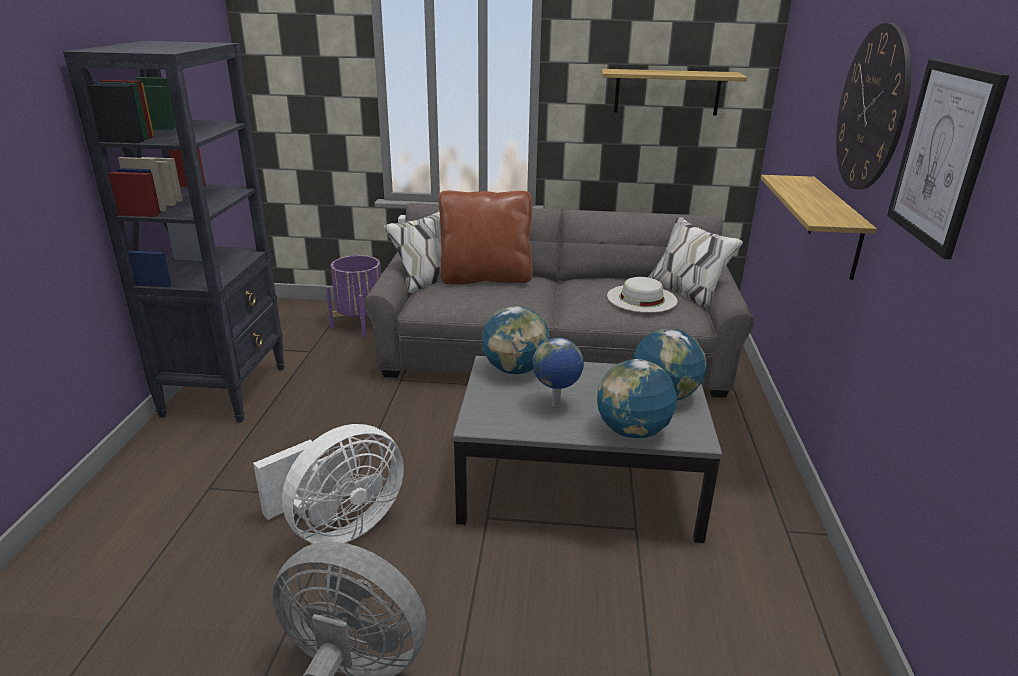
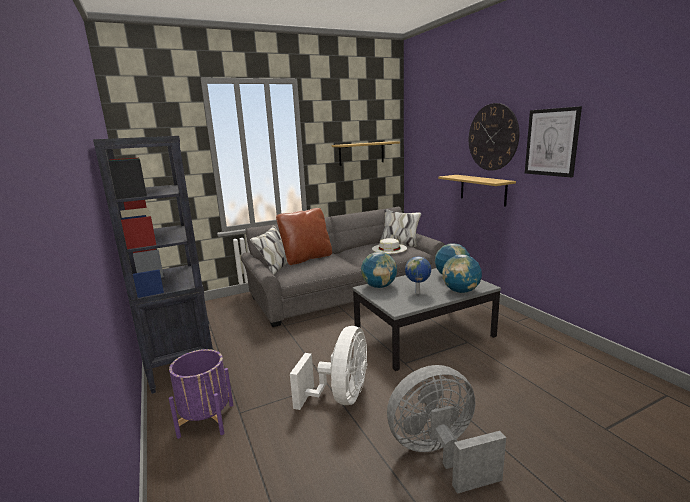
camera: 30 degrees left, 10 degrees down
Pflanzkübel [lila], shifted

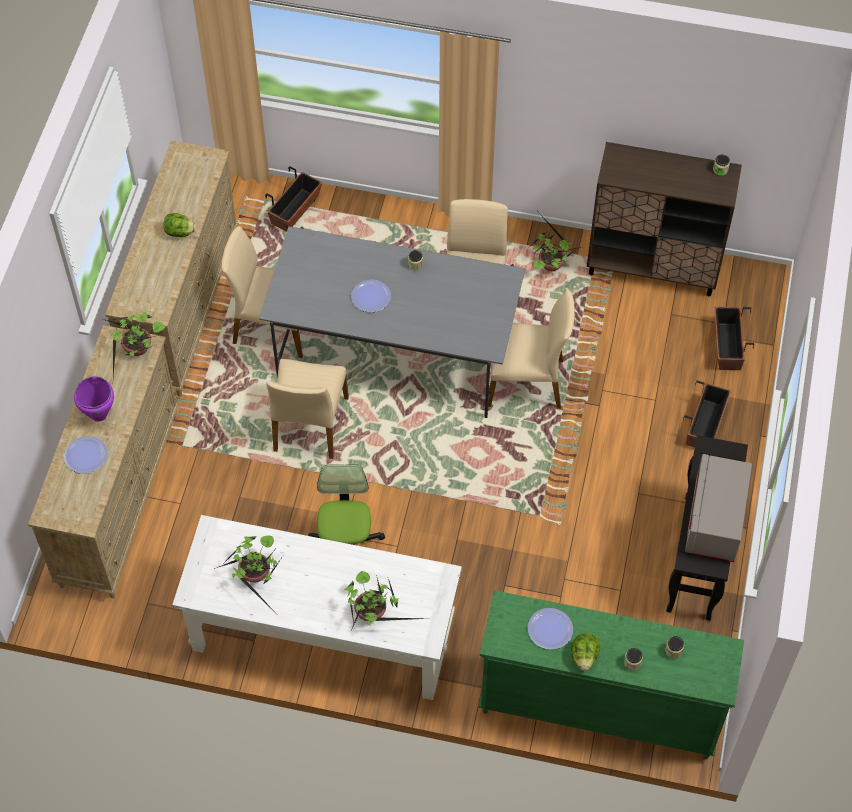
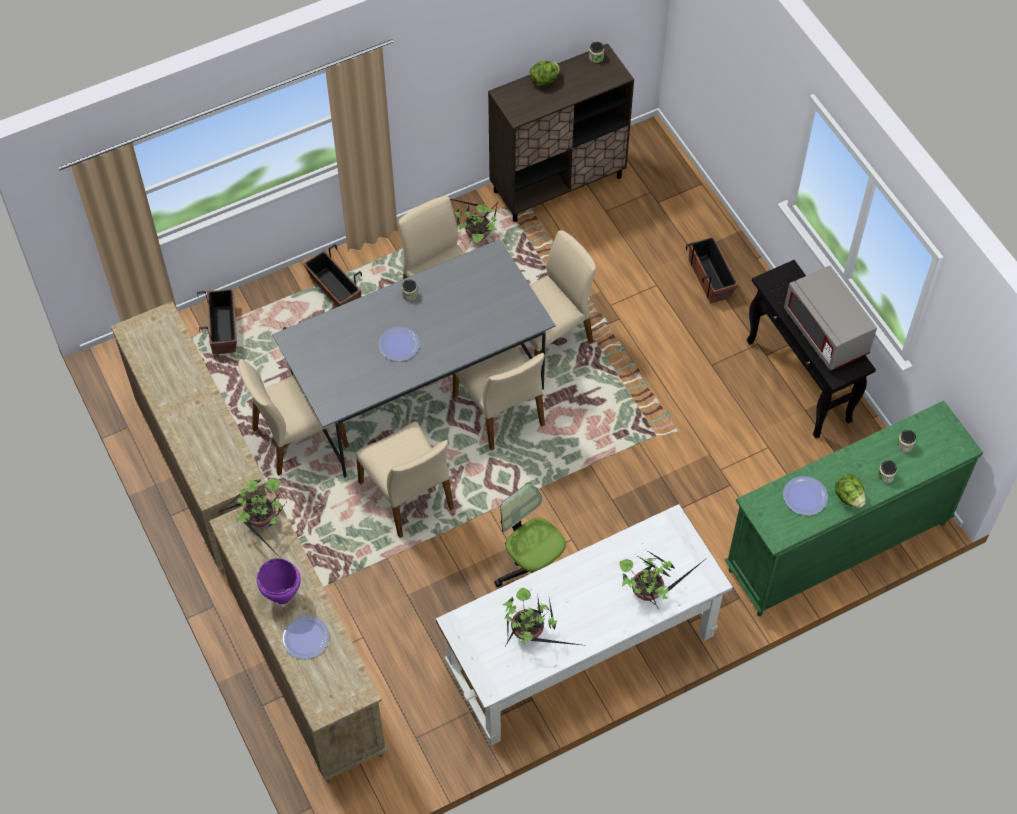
camera: 40 degrees left, 0 degrees up
nothing => Stuhl [beige] (no. 4 from left)
Salatkopf (no. 1 from left), shifted
Pflanzkübel (no. 3 from left in the first image) => Pflanzkübel (no. 2 from left), shifted

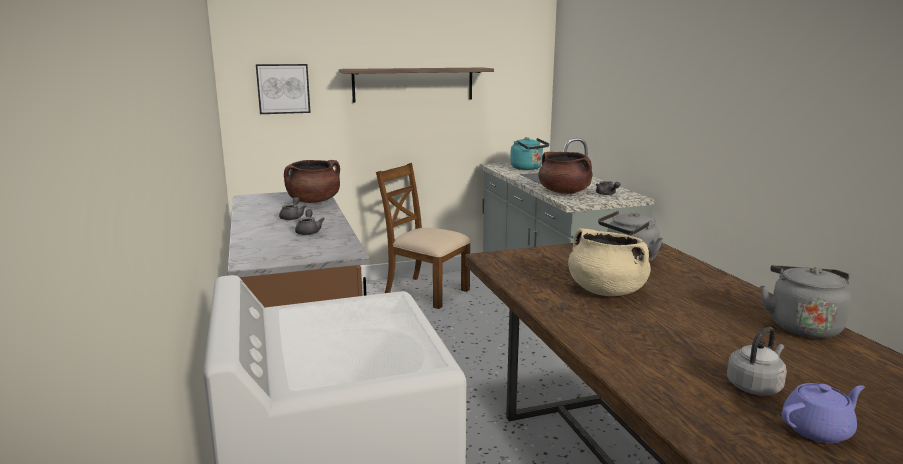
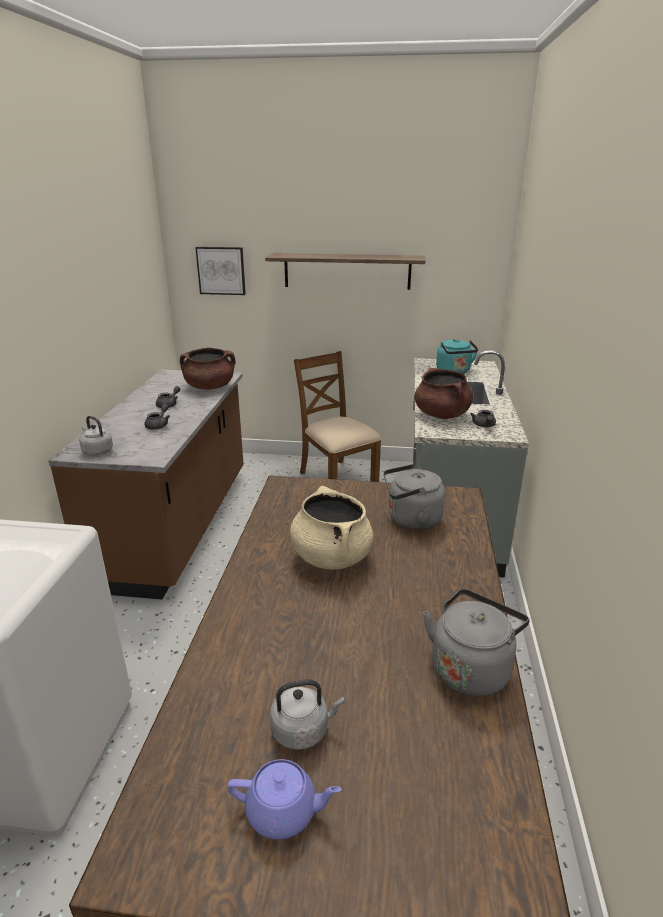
camera: 25 degrees right, 10 degrees up
nothing => Wasserkessel [grau] (no. 1 from left)

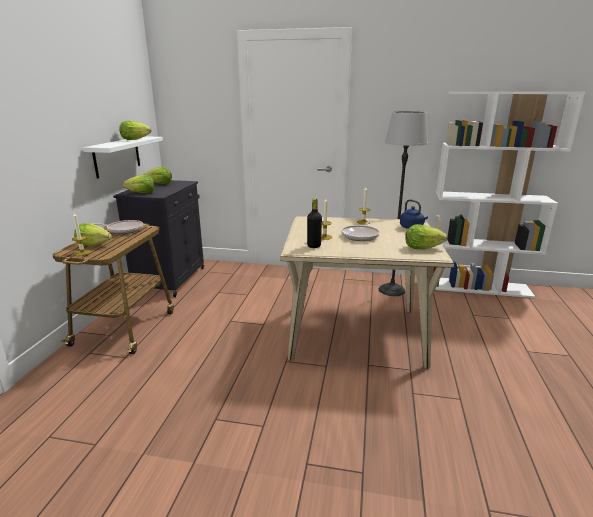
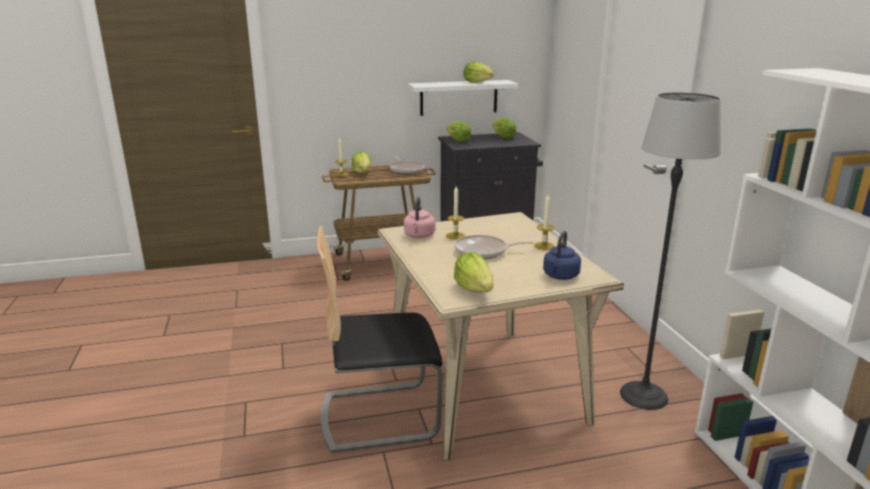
camera: 65 degrees right, 0 degrees up
nothing => Stuhl
Flasche [schwarz] => Wasserkessel [rosa]

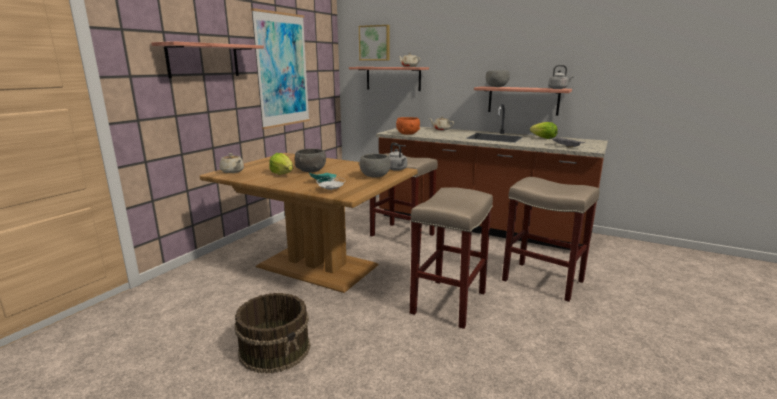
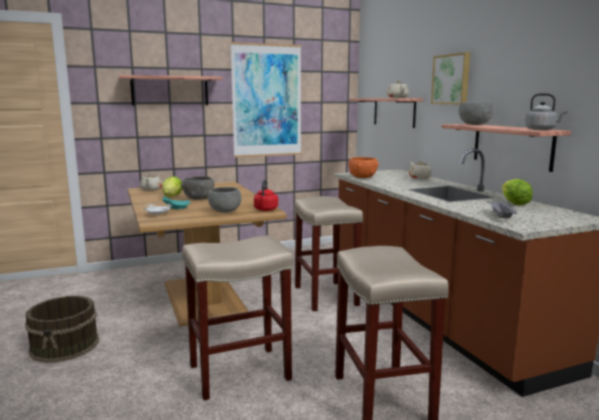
camera: 40 degrees right, 5 degrees down
Bild (no. 2 from left), shifted
Wasserkessel [grau] (no. 1 from left) => Wasserkessel [rot]

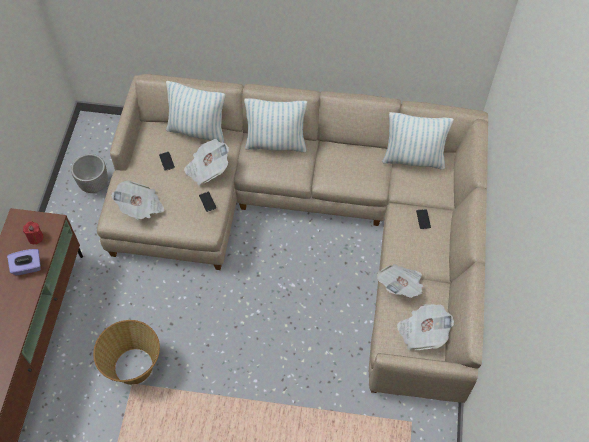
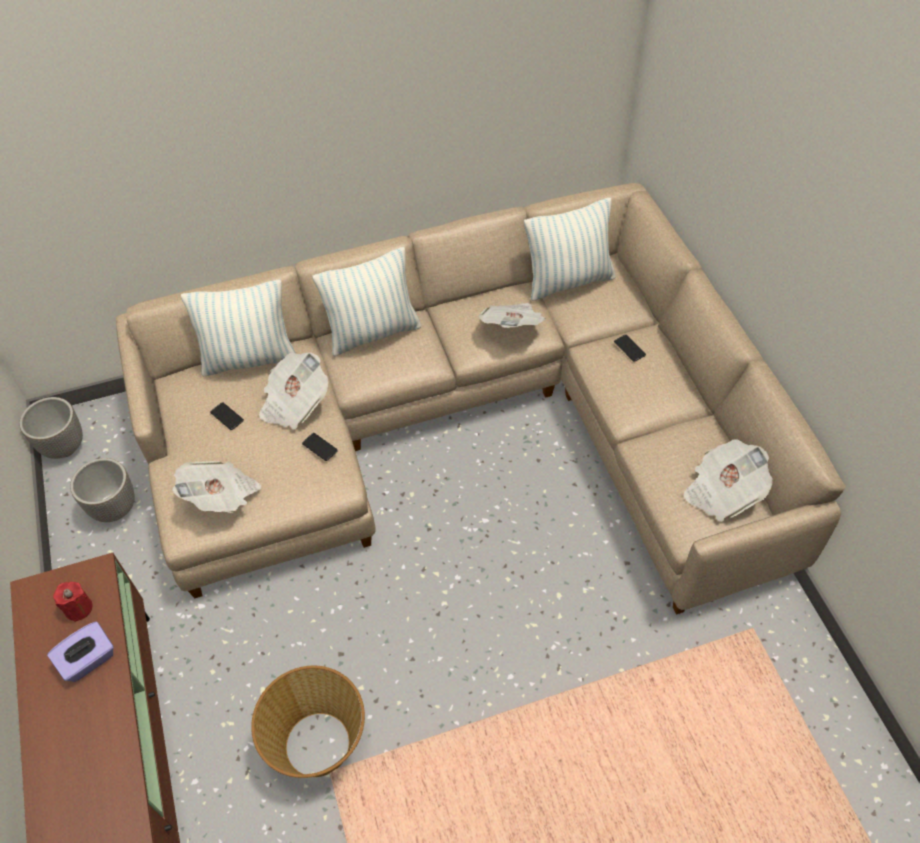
camera: 25 degrees left, 5 degrees down
nothing => Pflanzkübel (no. 1 from left)
Zeitung (no. 3 from left), shifted

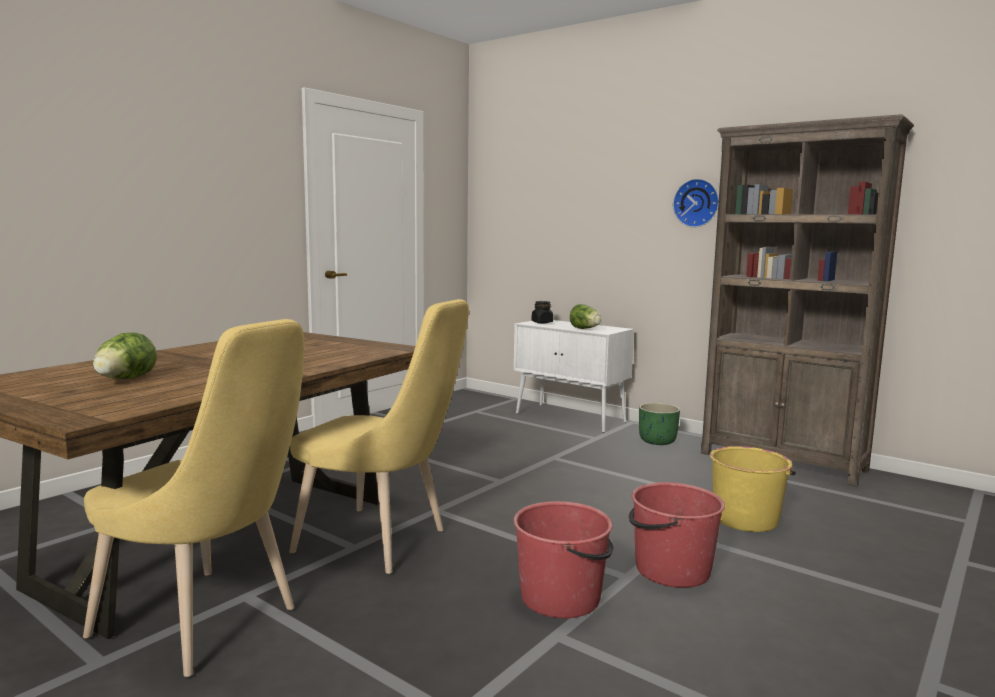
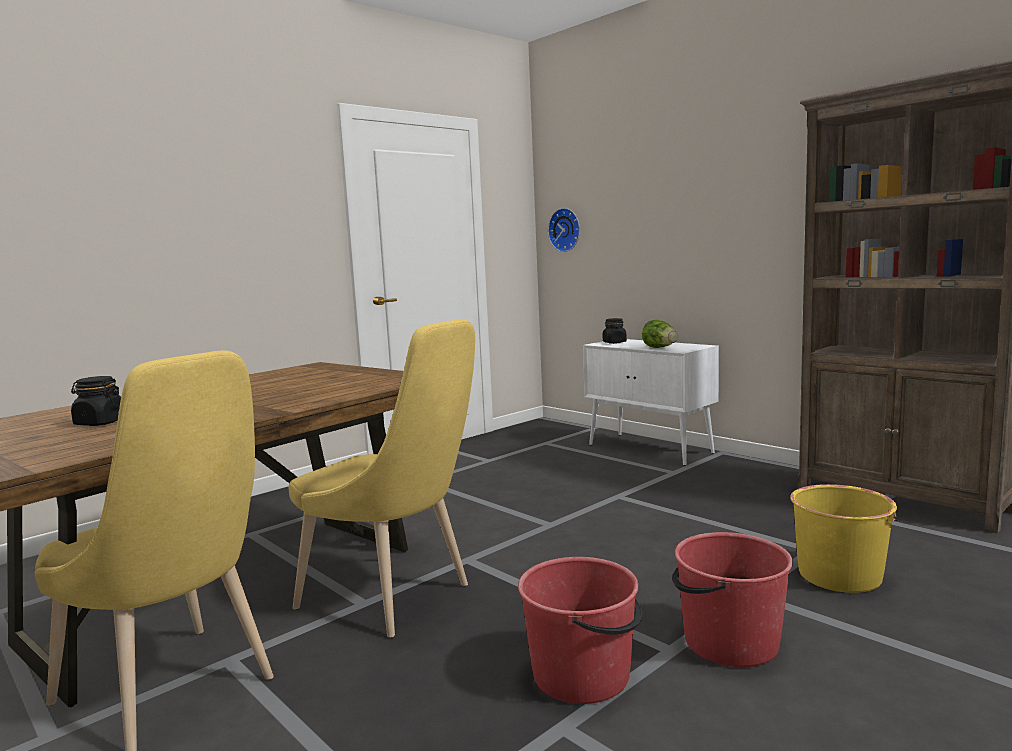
camera: 10 degrees right, 0 degrees up
Pflanzkübel [grün] => nothing
Wanduhr, shifted
Salatkopf (no. 1 from left) => Vorratsglas [schwarz] (no. 1 from left)

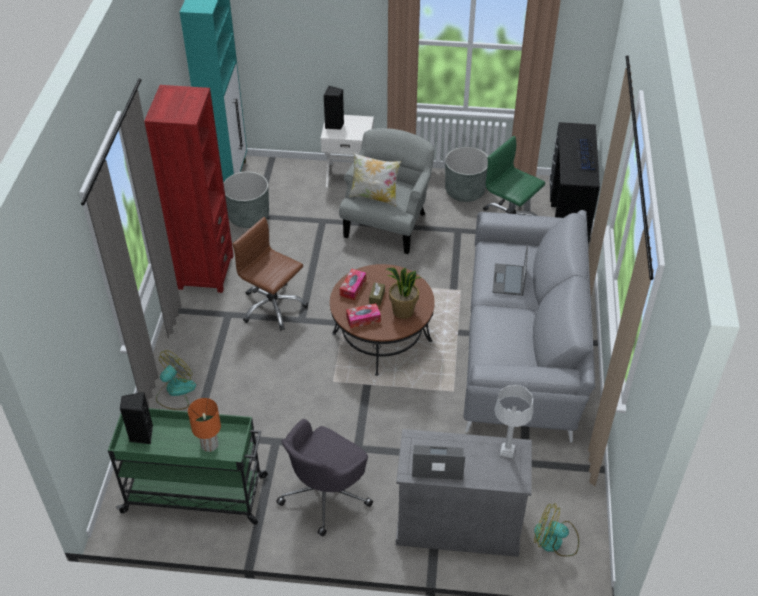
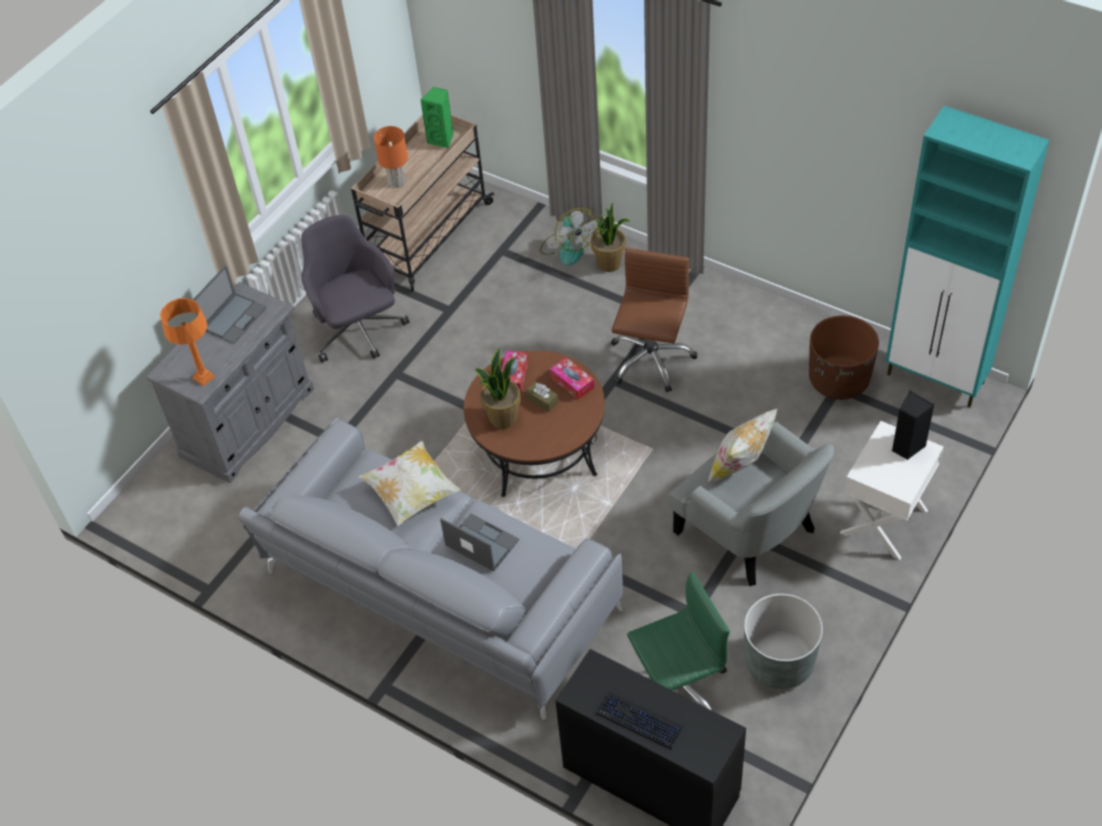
camera: 120 degrees right, 5 degrees up
Bücherregal [rot] => nothing
Ventilator (no. 2 from left) => nothing
nothing => Kissen (no. 1 from left)
nothing => Topfpflanze (no. 2 from left)
Rollwagen [grün] => Rollwagen [beige]
Lautsprecher [schwarz] (no. 1 from left) => Lautsprecher [grün]
Pflanzkübel [grau] (no. 1 from left) => Pflanzkübel [braun]
Tischlampe [grau] => Tischlampe [orange] (no. 1 from left)
Bürostuhl [braun], 45 degrees counterclockwise

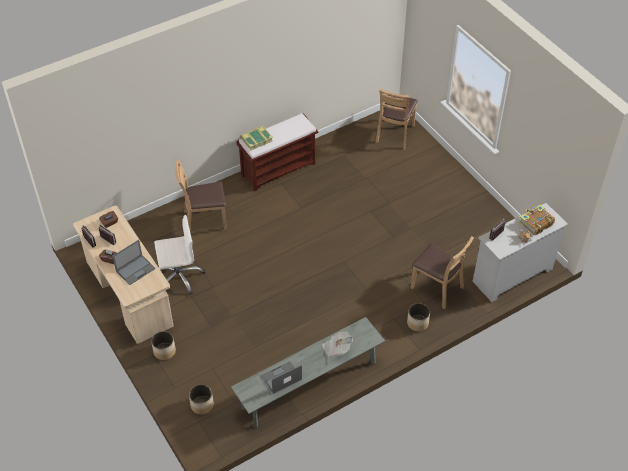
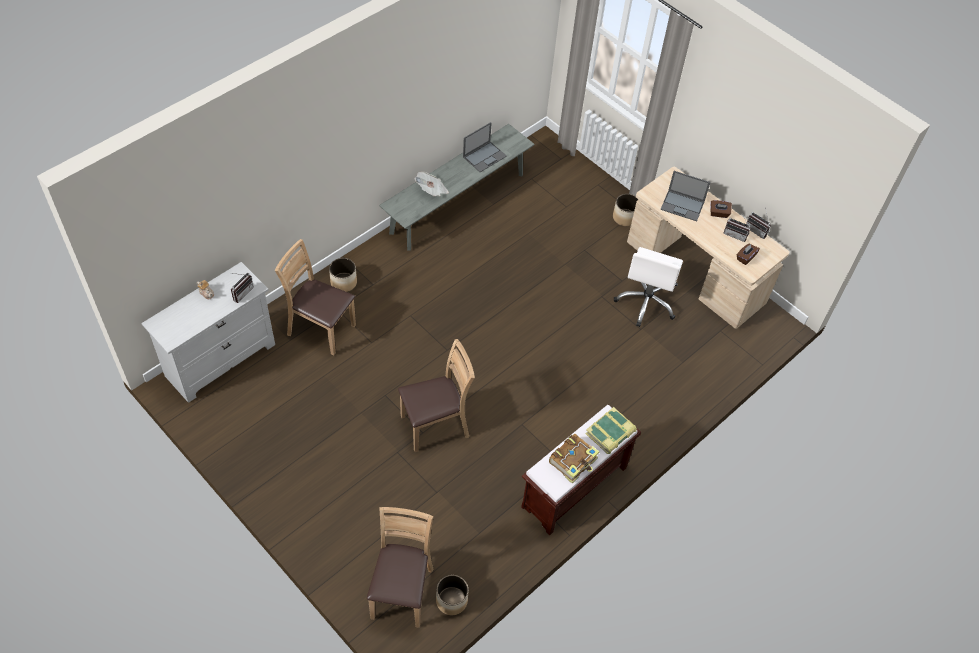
camera: 165 degrees right, 5 degrees up
Stuhl [braun] (no. 1 from left in the first image) => Stuhl [braun] (no. 3 from left), shifted
Pflanzkübel (no. 2 from left), shifted
Buch (no. 2 from left in the first image) => Buch (no. 1 from left), shifted
Laptop (no. 1 from left in the first image) => Laptop (no. 2 from left), 105 degrees counterclockwise
Bürostuhl [weiß], 45 degrees counterclockwise

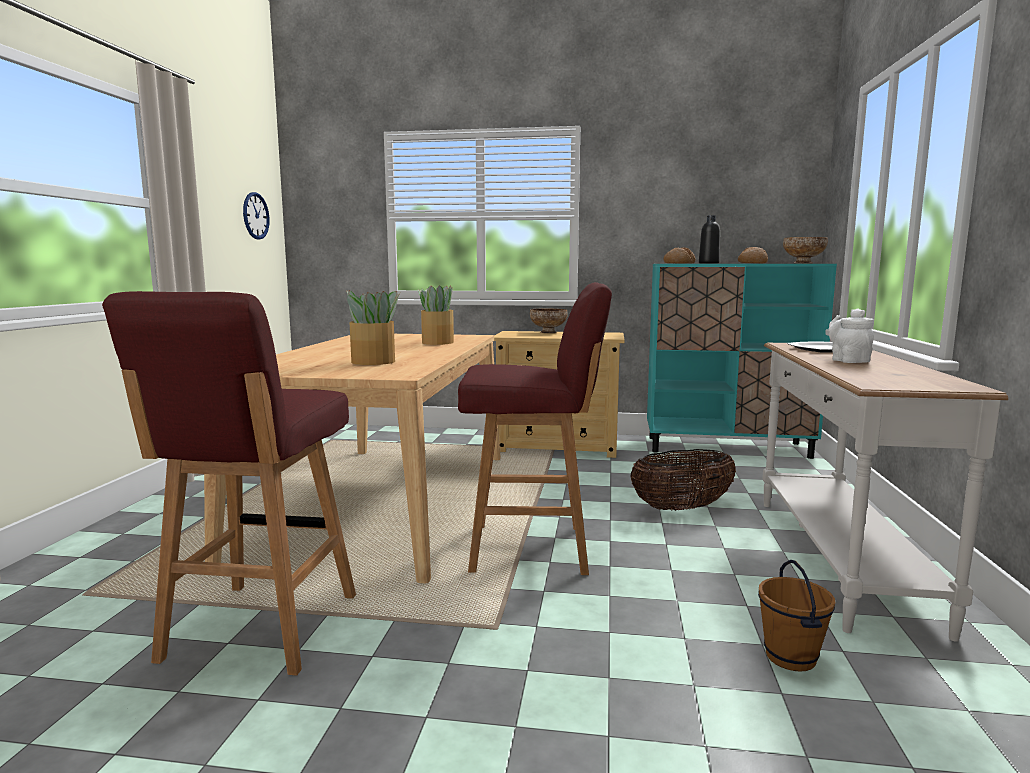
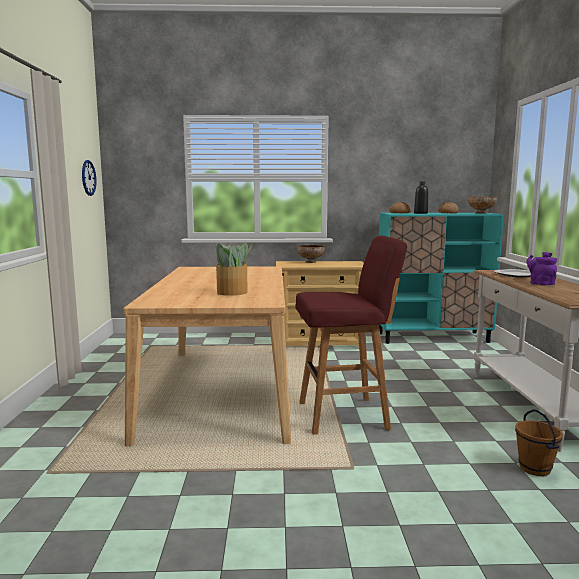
camera: 10 degrees left, 0 degrees up
Hocker [rot] (no. 1 from left) => nothing
Topfpflanze (no. 2 from left) => nothing
Korb => nothing
Teekanne [weiß] => Teekanne [lila]

